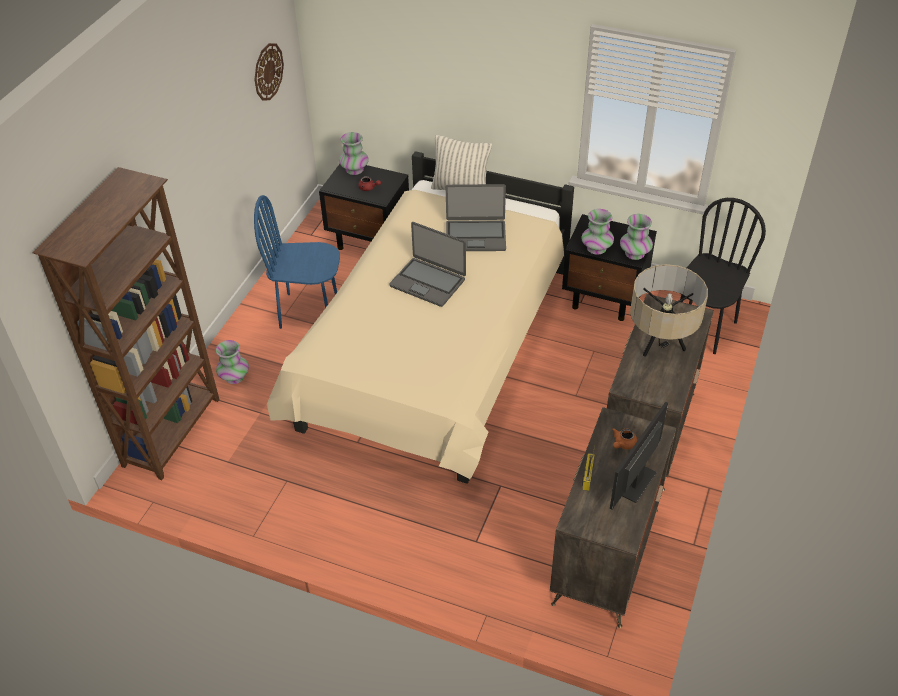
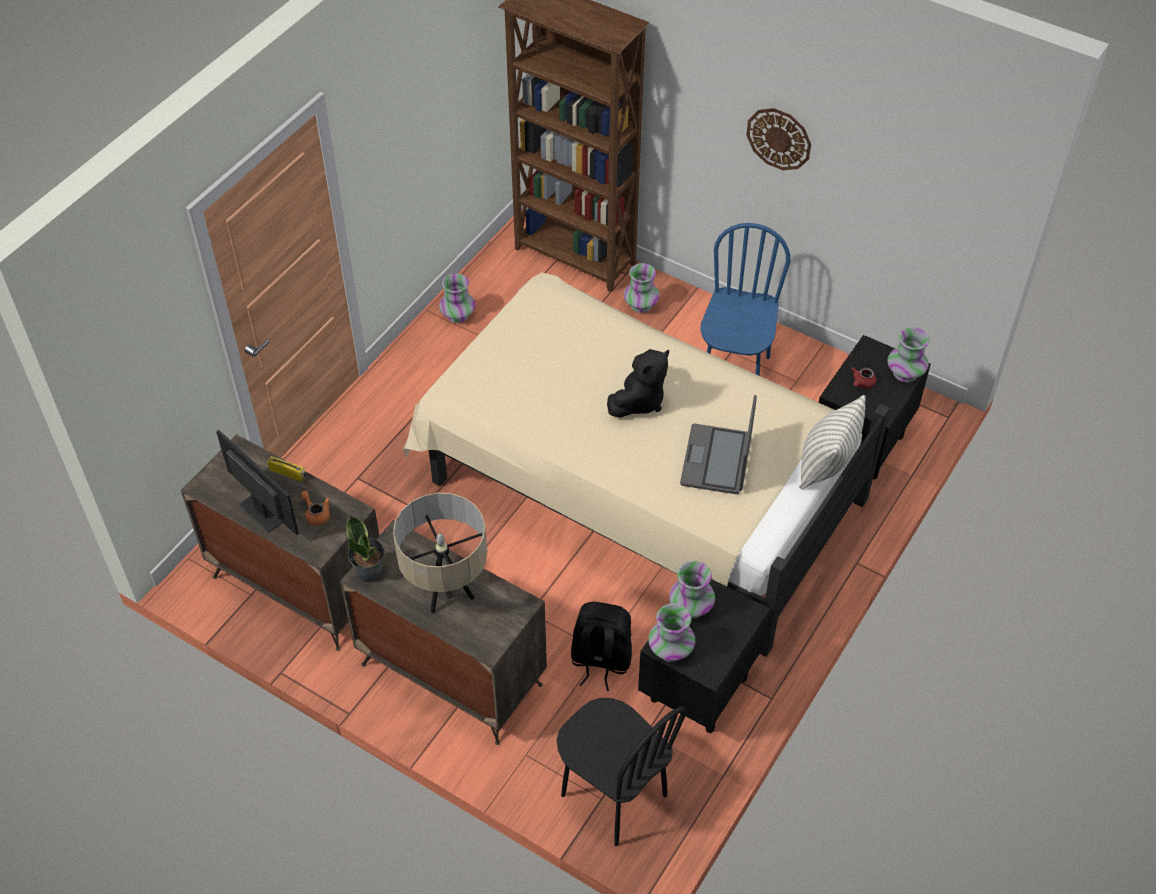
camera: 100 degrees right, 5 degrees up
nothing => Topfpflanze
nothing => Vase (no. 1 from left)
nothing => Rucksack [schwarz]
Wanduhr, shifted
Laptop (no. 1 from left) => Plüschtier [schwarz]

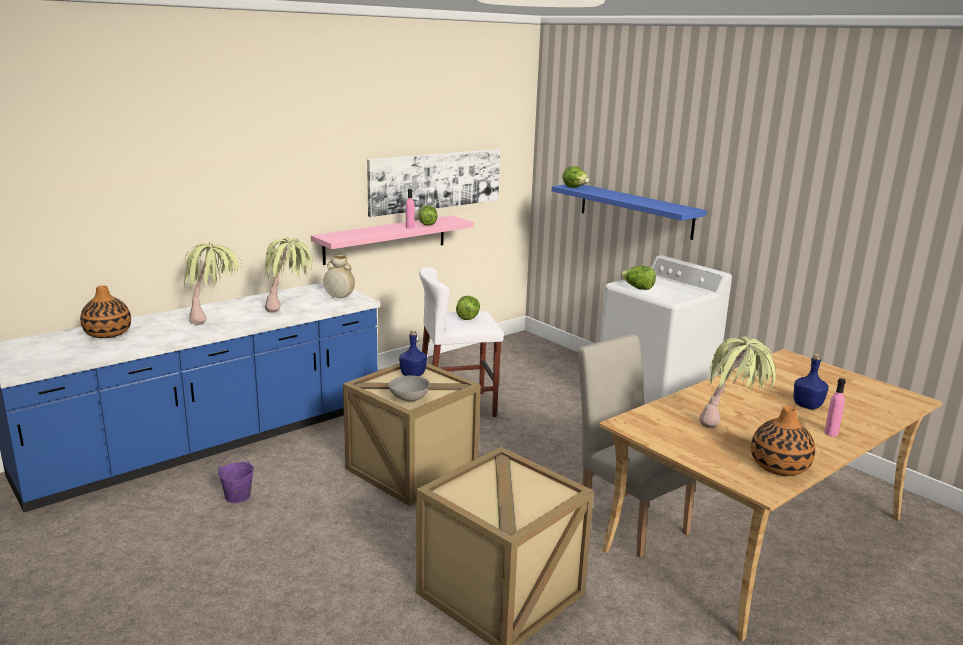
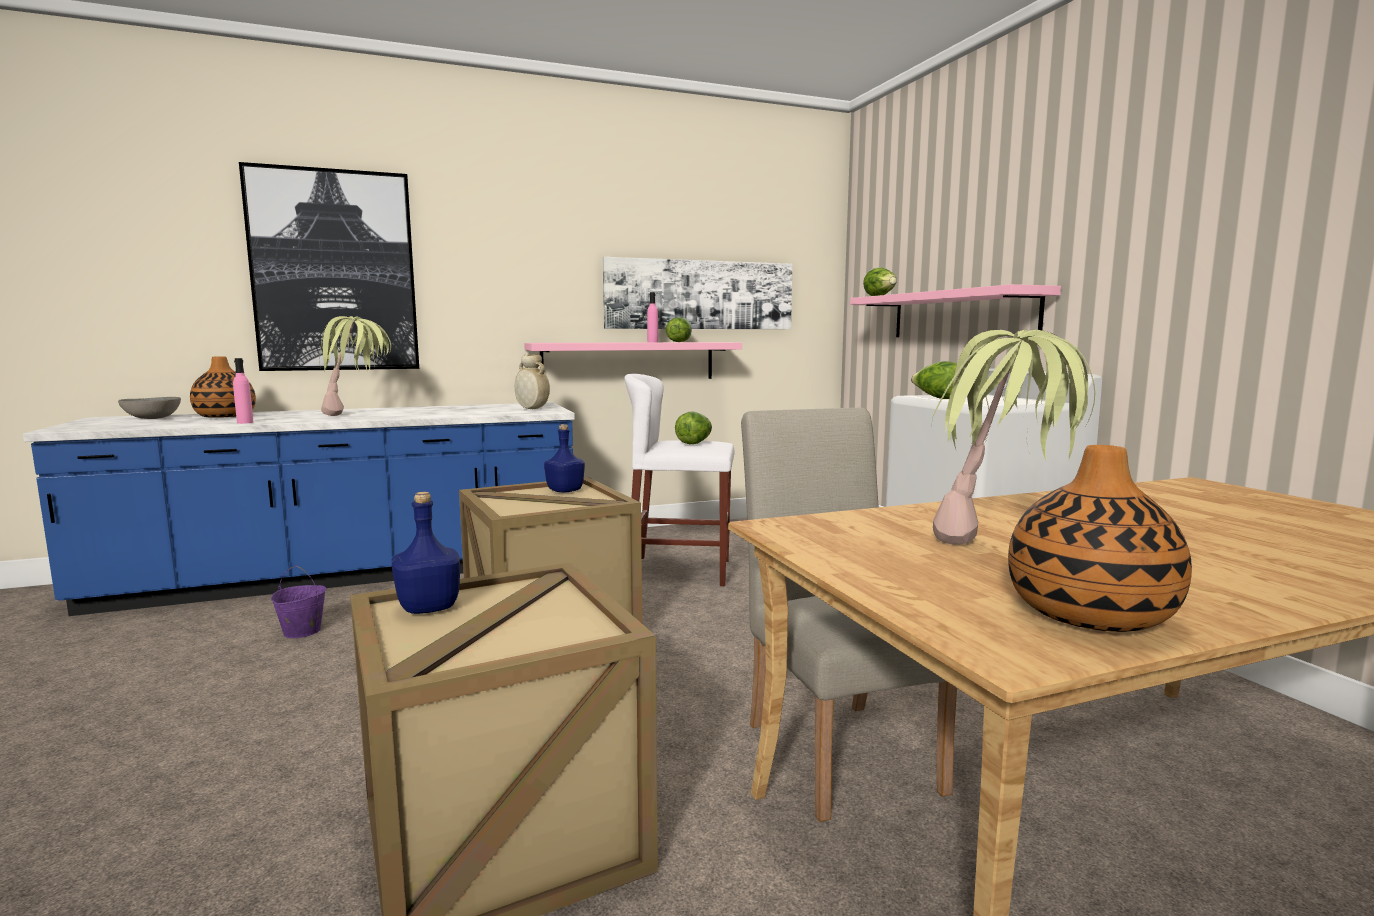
camera: 20 degrees right, 10 degrees down
Topfpflanze (no. 2 from left) => nothing
nothing => Bild (no. 1 from left)
Schüssel [grau], shifted
Flasche [blau] (no. 2 from left in the first image) => Flasche [blau] (no. 1 from left), shifted
Flasche [rosa] (no. 2 from left in the first image) => Flasche [rosa] (no. 1 from left), shifted
Wandregal [blau] => Wandregal [rosa] (no. 2 from left)

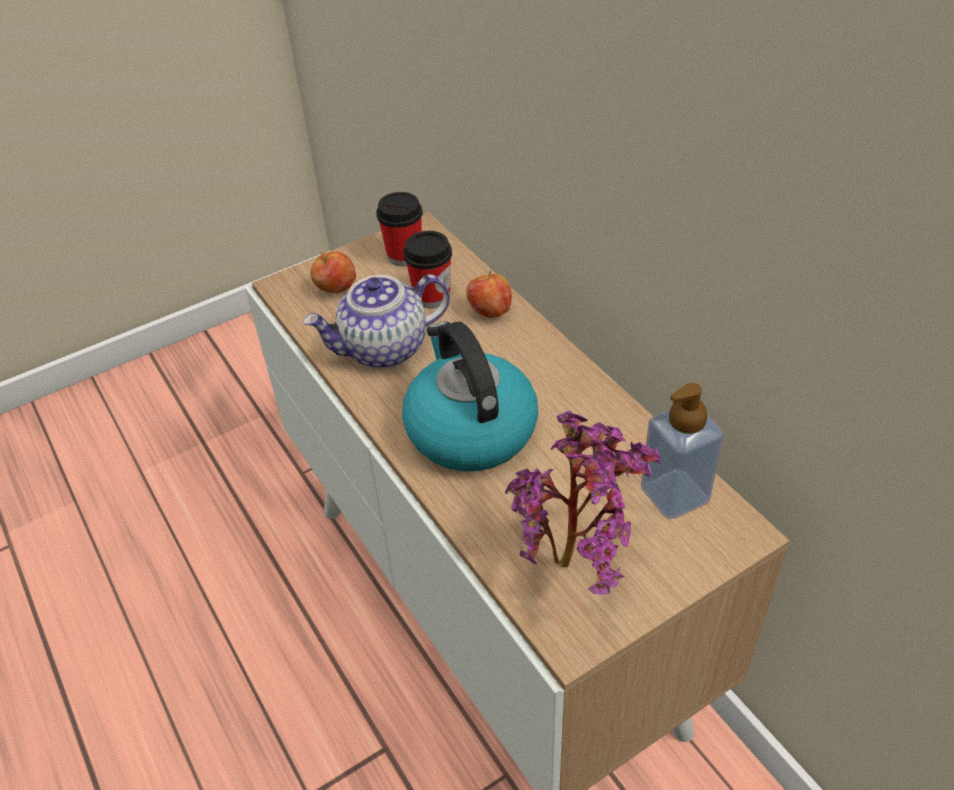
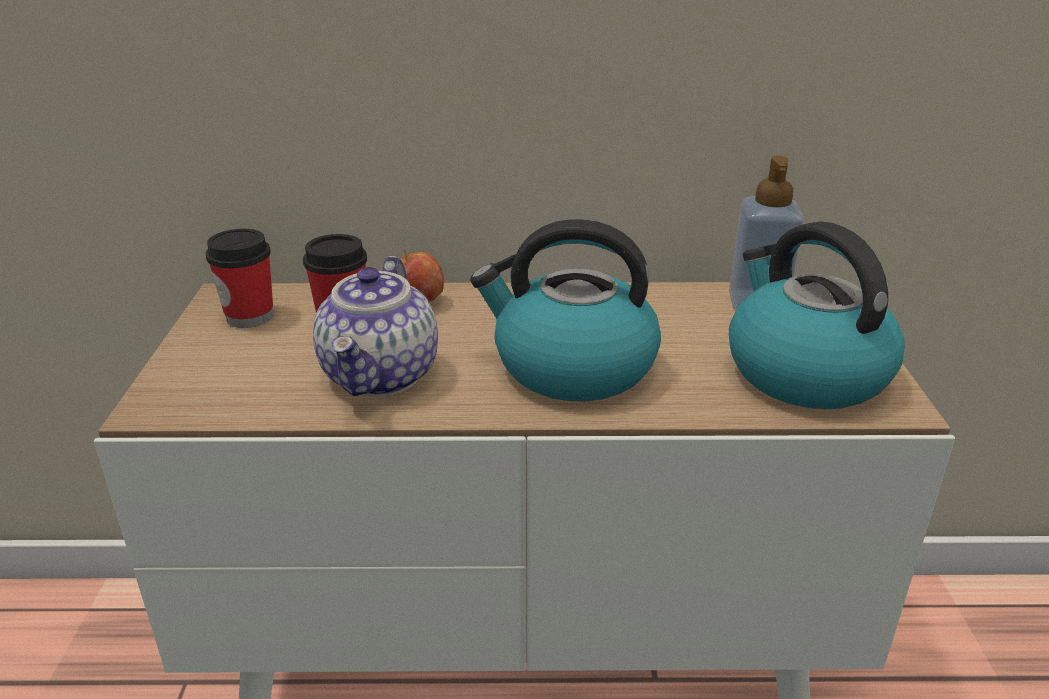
camera: 60 degrees left, 15 degrees down
Apfel (no. 1 from left) => nothing
Topfpflanze => Wasserkessel (no. 2 from left)

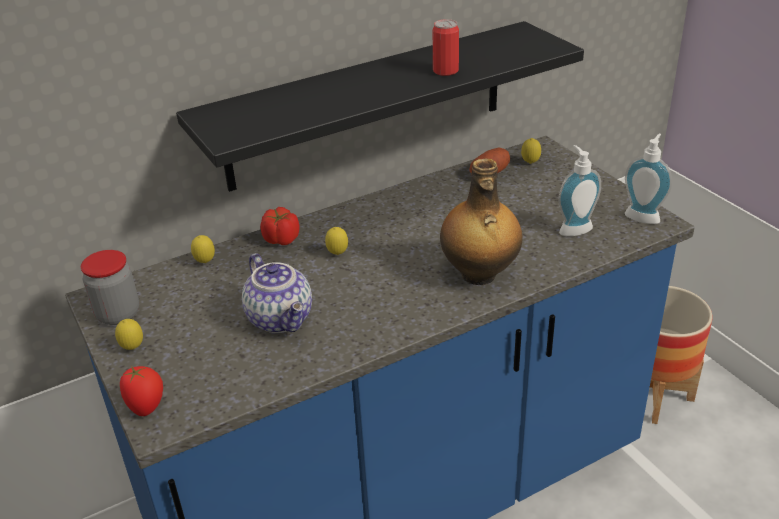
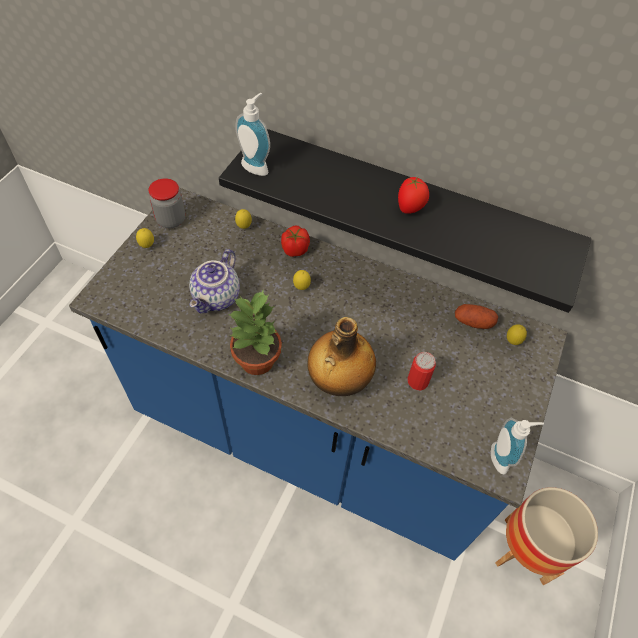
camera: 50 degrees right, 20 degrees up
nothing => Topfpflanze
Tomate (no. 1 from left in the first image) => Tomate (no. 2 from left), shifted
Dose, shifted
Seifenspender (no. 1 from left), shifted

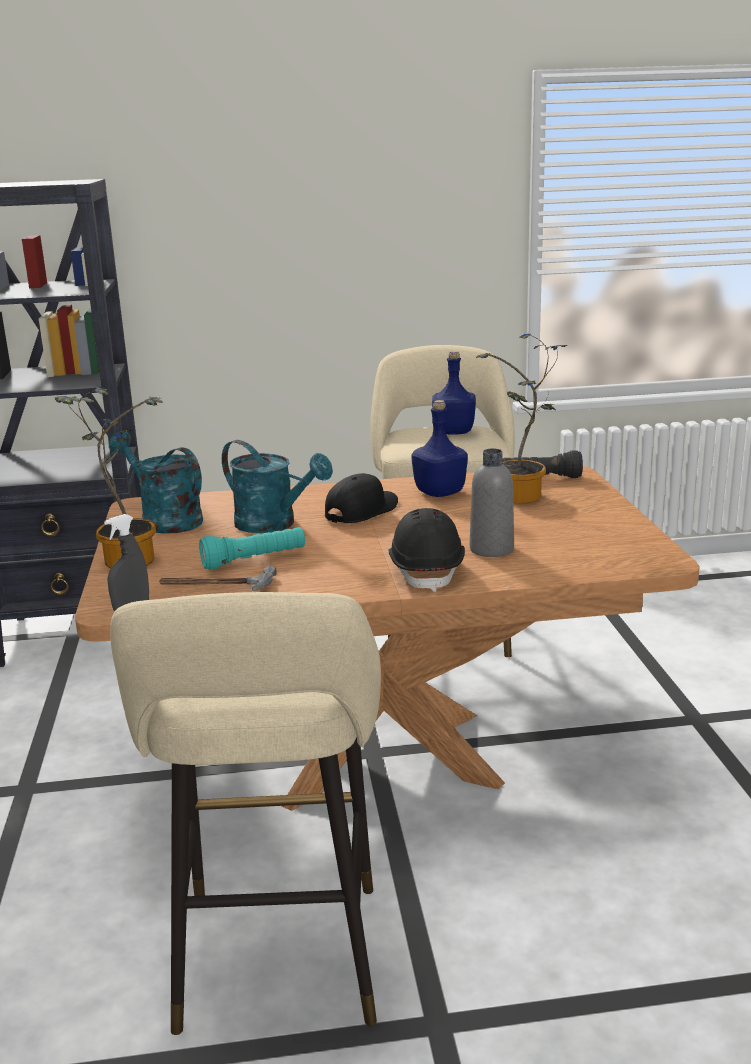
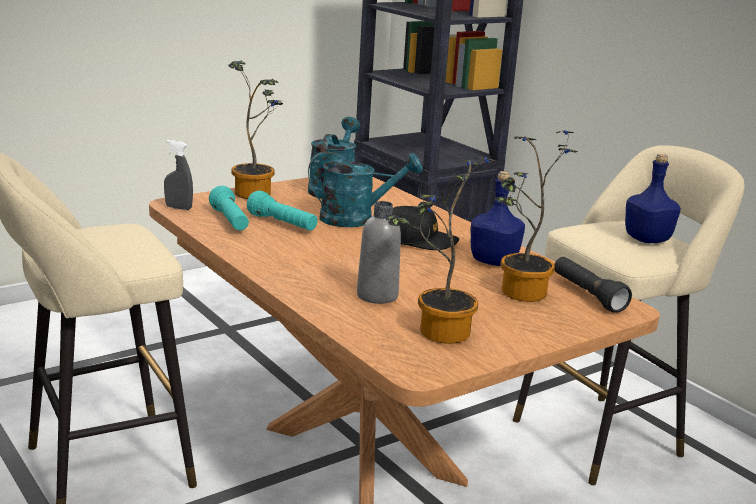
camera: 60 degrees right, 0 degrees up
Schutzhelm [schwarz] => nothing
nothing => Topfpflanze (no. 2 from left)
Hammer => Taschenlampe [türkis] (no. 1 from left)
Gießkanne [türkis] (no. 2 from left), 105 degrees counterclockwise

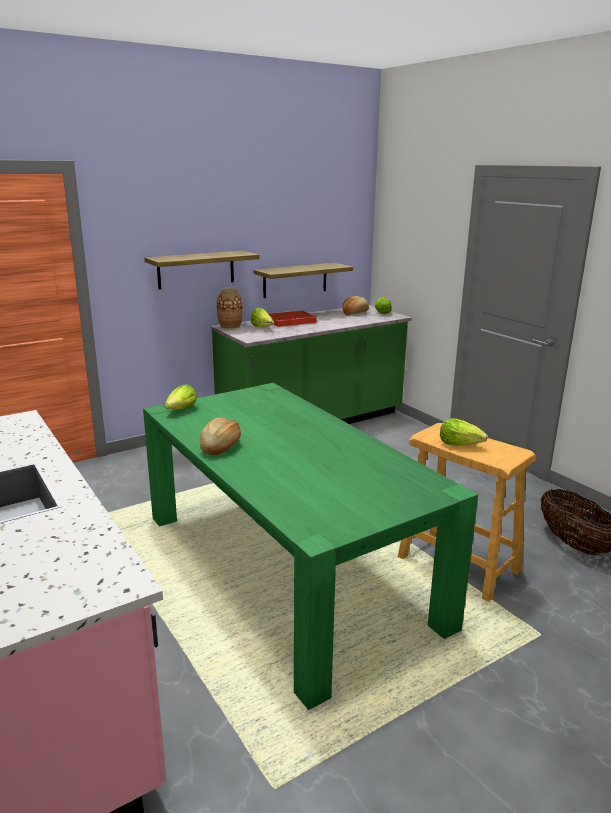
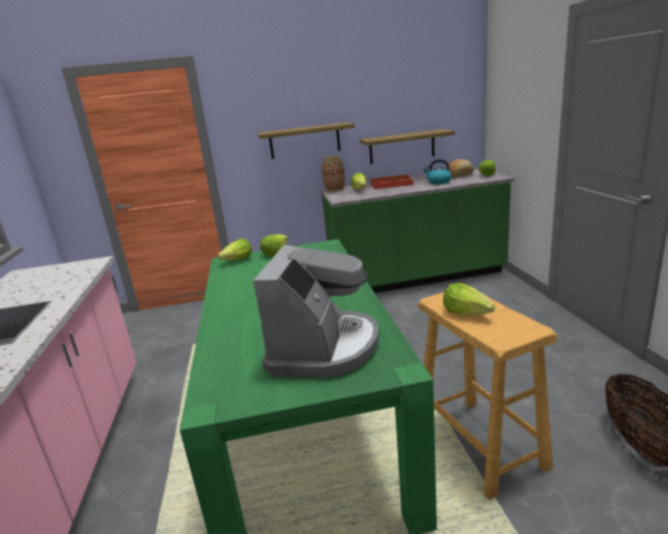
camera: 25 degrees right, 0 degrees up
Brot (no. 1 from left) => nothing
nothing => Kaffeemaschine
nothing => Salatkopf (no. 2 from left)
nothing => Wasserkessel

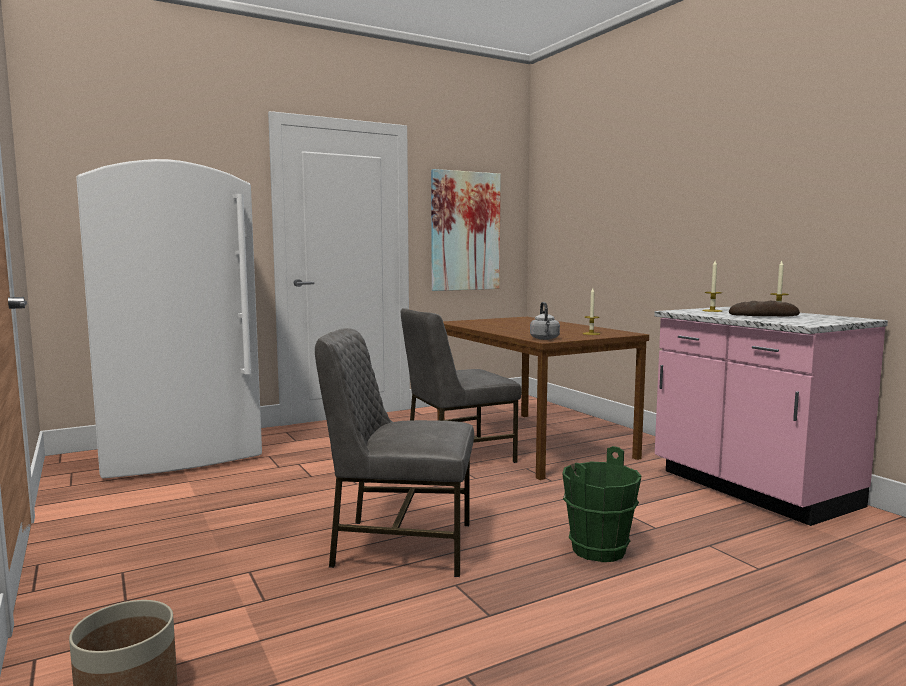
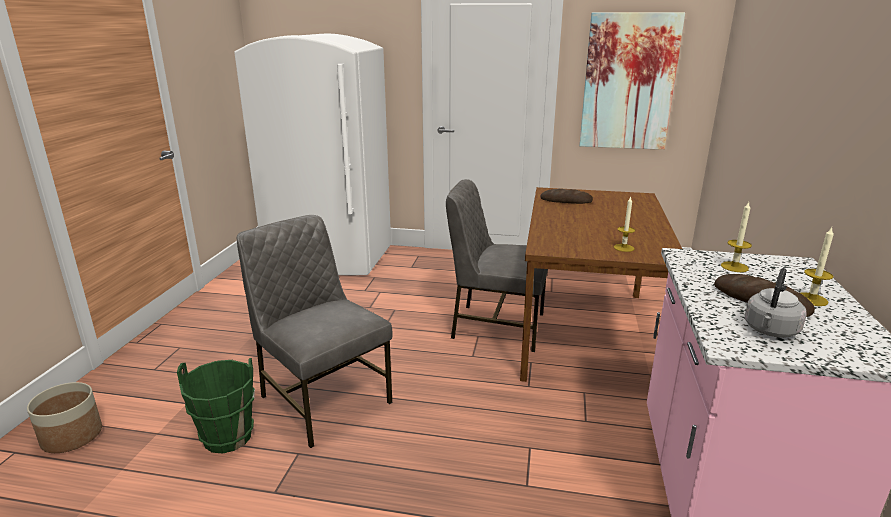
camera: 40 degrees right, 15 degrees up
nothing => Brot (no. 1 from left)
Wasserkessel [grau], shifted
Eimer [grün], shifted

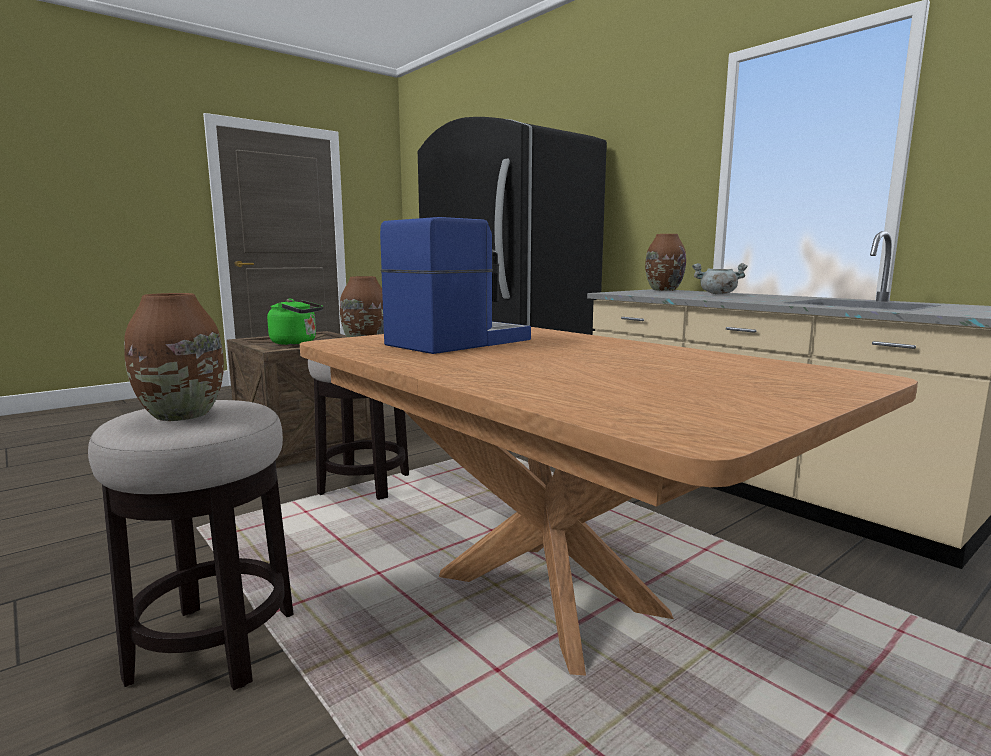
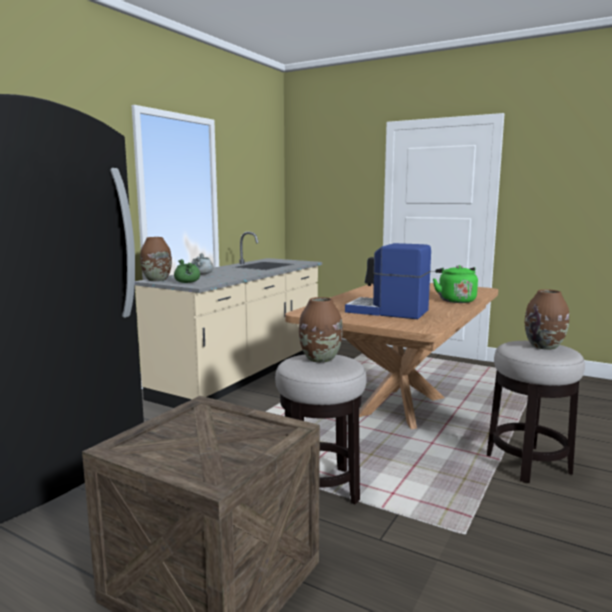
camera: 110 degrees left, 0 degrees up
nothing => Kochtopf [grün]
Wasserkessel [grün], shifted

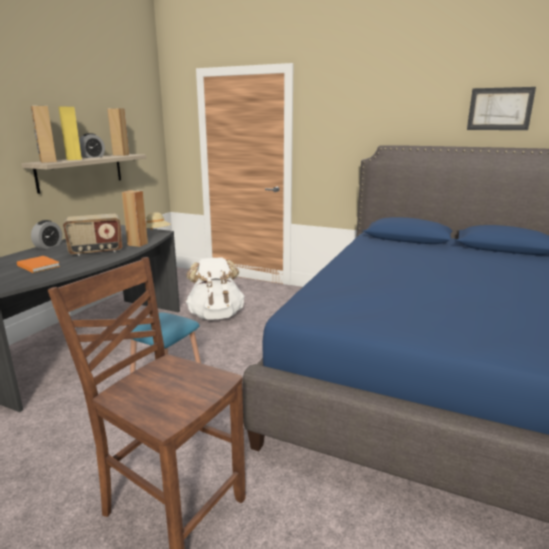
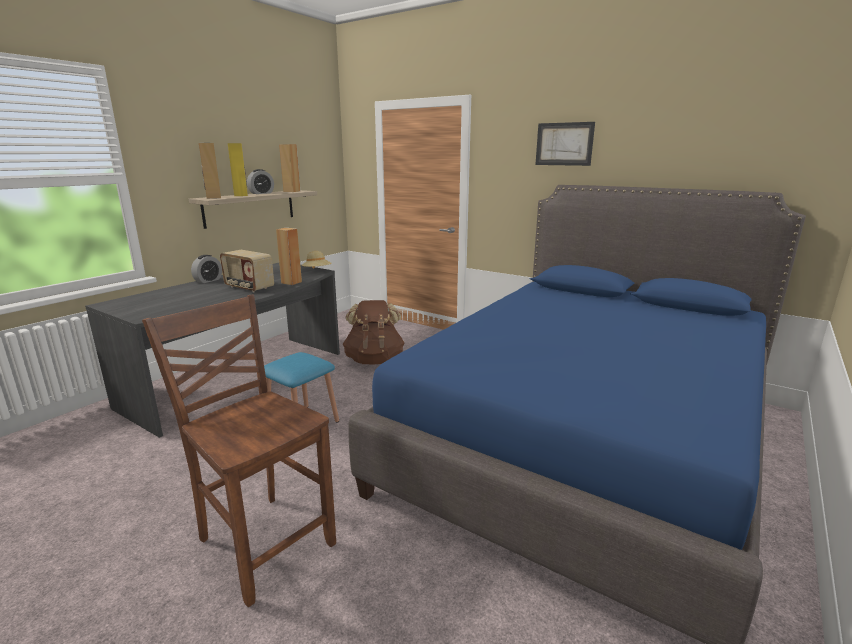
camera: 10 degrees right, 0 degrees up
Buch [orange] => nothing
Bild, shifted
Rucksack [weiß] => Rucksack [braun]
Radio, 45 degrees clockwise

